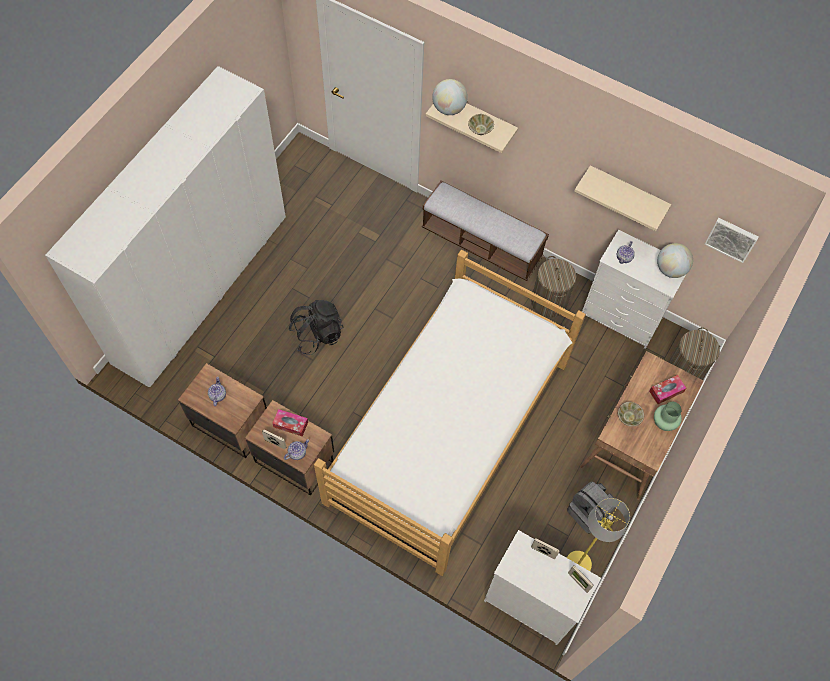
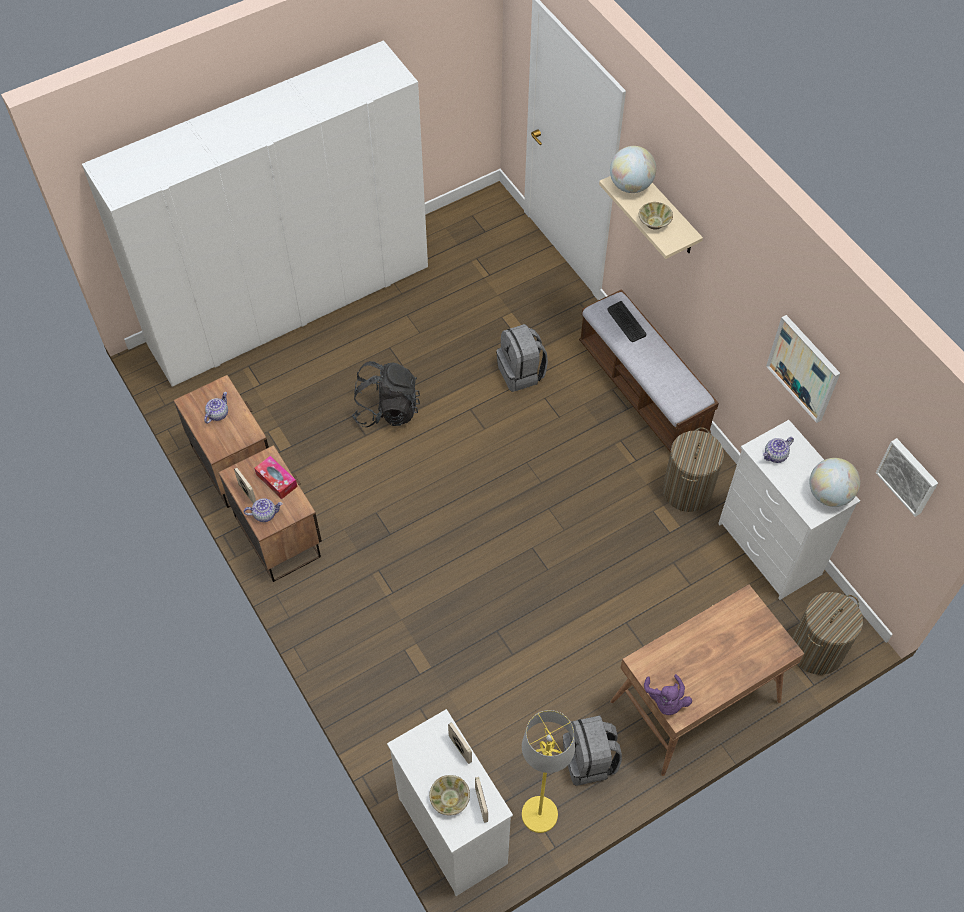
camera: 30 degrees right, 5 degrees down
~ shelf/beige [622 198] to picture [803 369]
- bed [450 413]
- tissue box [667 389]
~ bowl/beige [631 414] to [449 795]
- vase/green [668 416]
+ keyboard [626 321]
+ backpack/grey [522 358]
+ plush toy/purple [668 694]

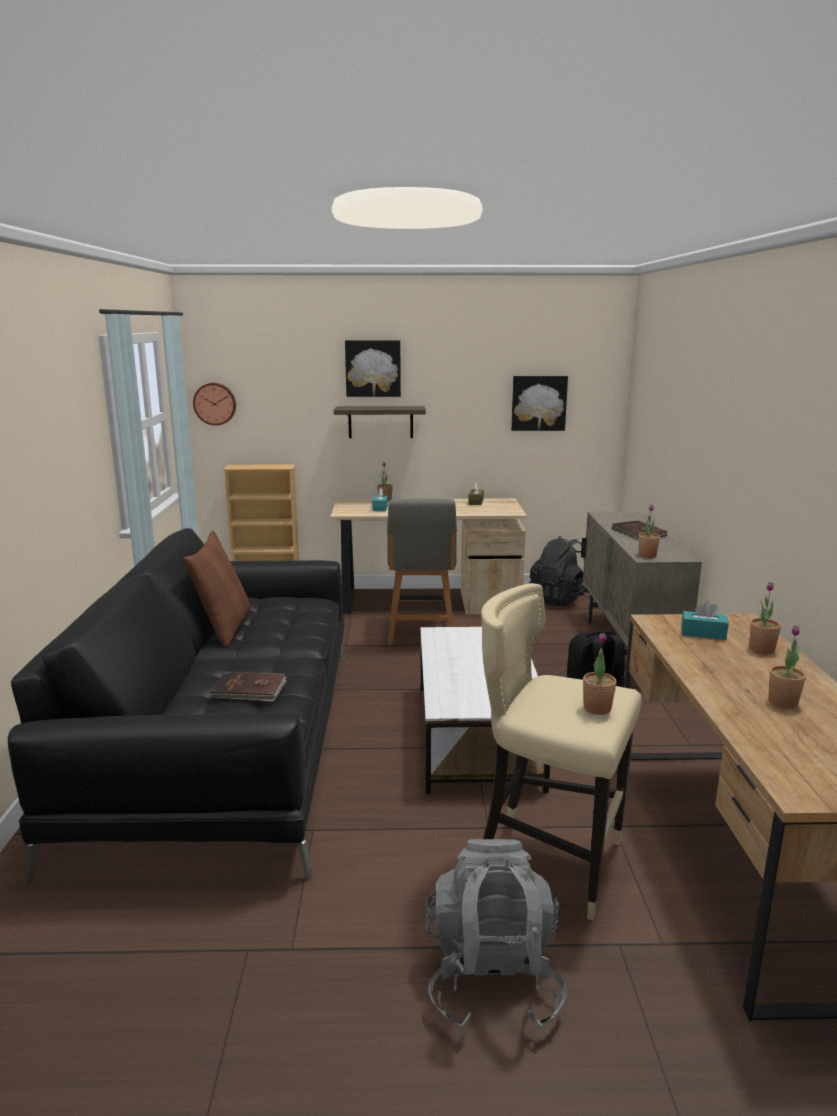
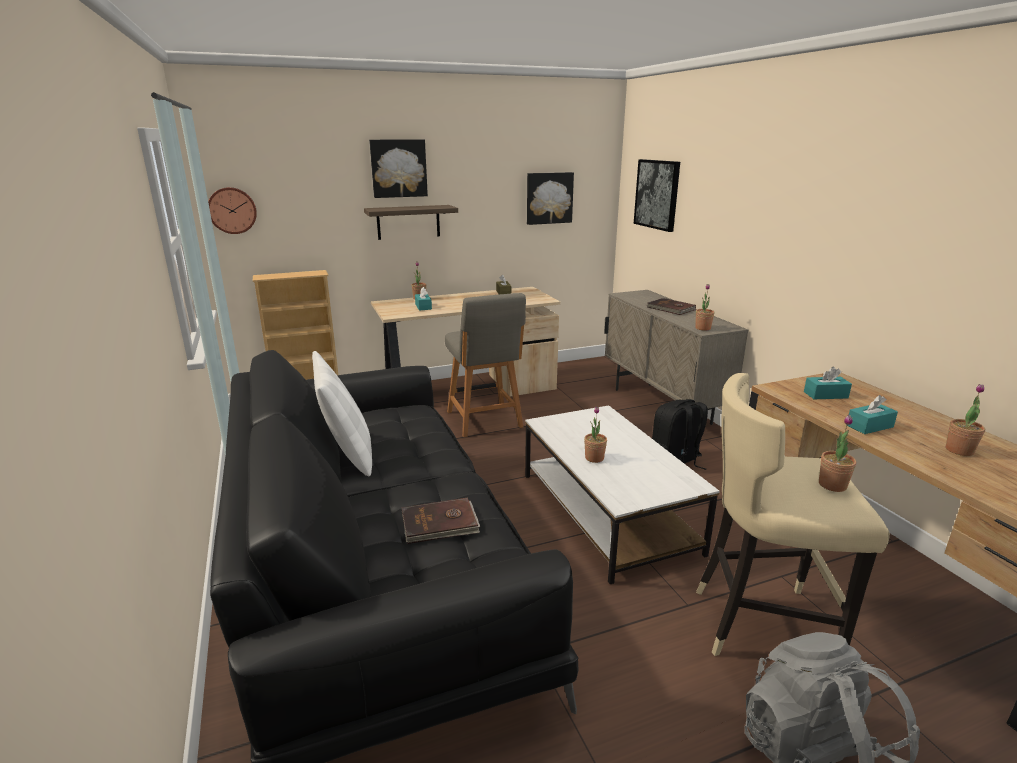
camera: 20 degrees left, 5 degrees up
~ pillow/brown [217 589] to pillow/white [342 413]
- backpack/black [559 571]
~ potted plant [765 618] to [595 435]
+ picture [657 195]
+ tissue box/turquoise [872 414]

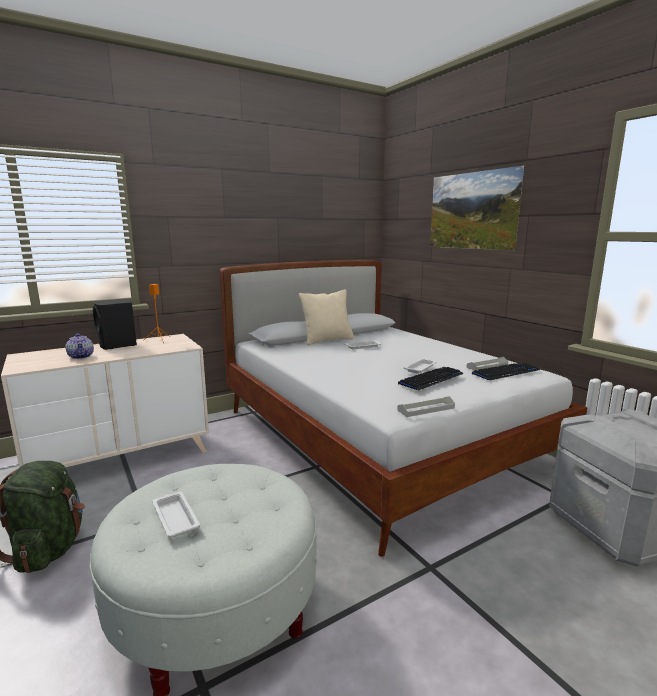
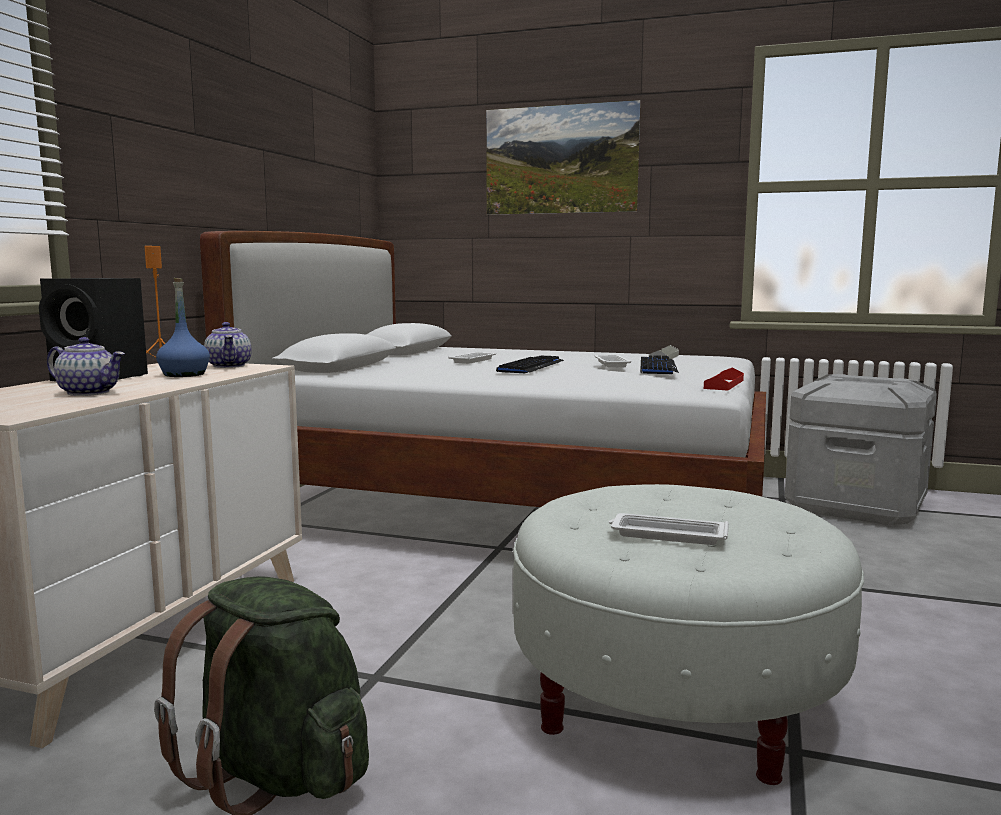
camera: 40 degrees left, 5 degrees down
- pillow/beige [326 317]
~ keyboard [506 371] to [530 364]
~ tray/grey [426 406] to tray/red [724 379]
+ bottle/blue [183 327]
+ teapot [228 345]

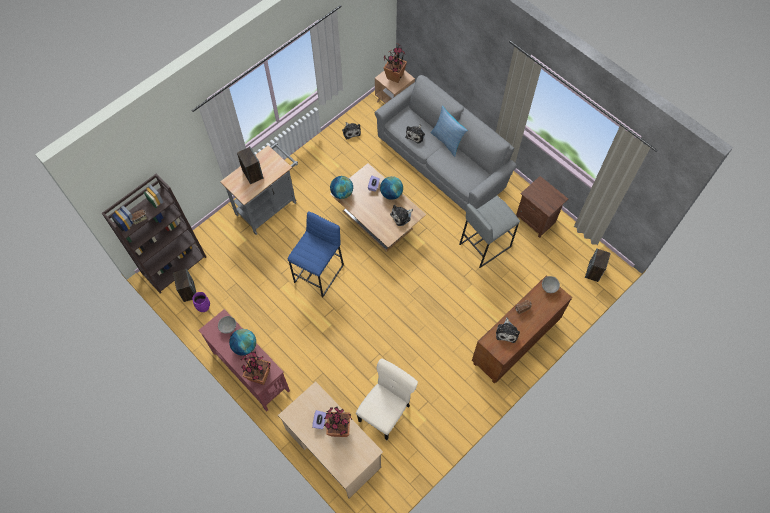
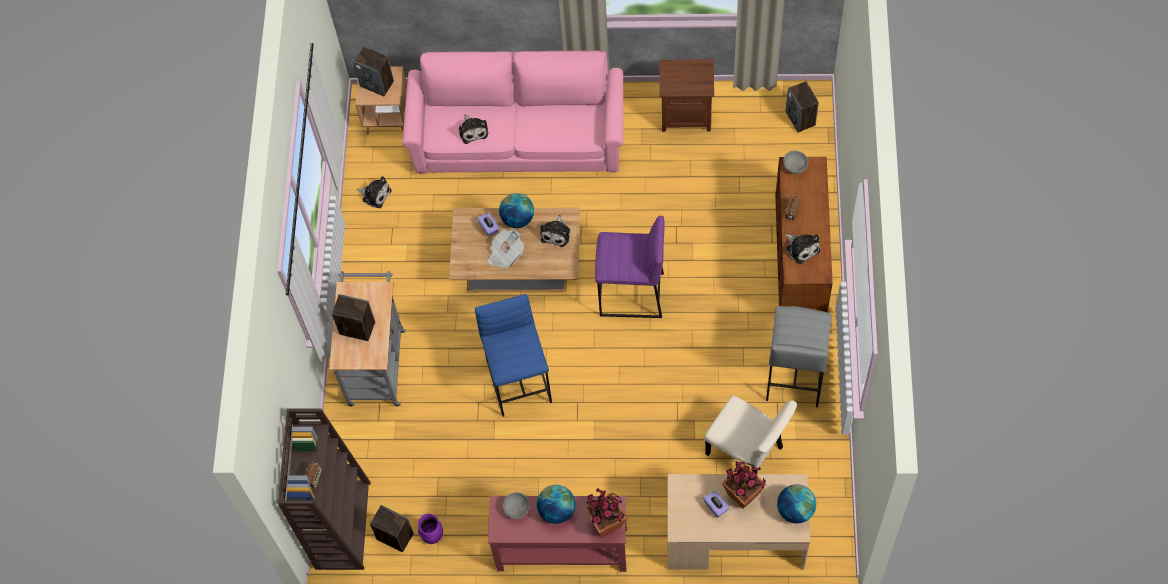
camera: 40 degrees left, 0 degrees up
~ potted plant [395 63] to speaker [373 71]
~ sofa/grey [446 143] to sofa/pink [512 112]
- pillow [449 131]
~ globe [341 187] to [796 504]
~ stool/grey [489 232] to [799 356]
~ chair/beige [387 399] = [750 435] 135 degrees clockwise
+ stool/purple [630 267]
+ newspaper [506 250]

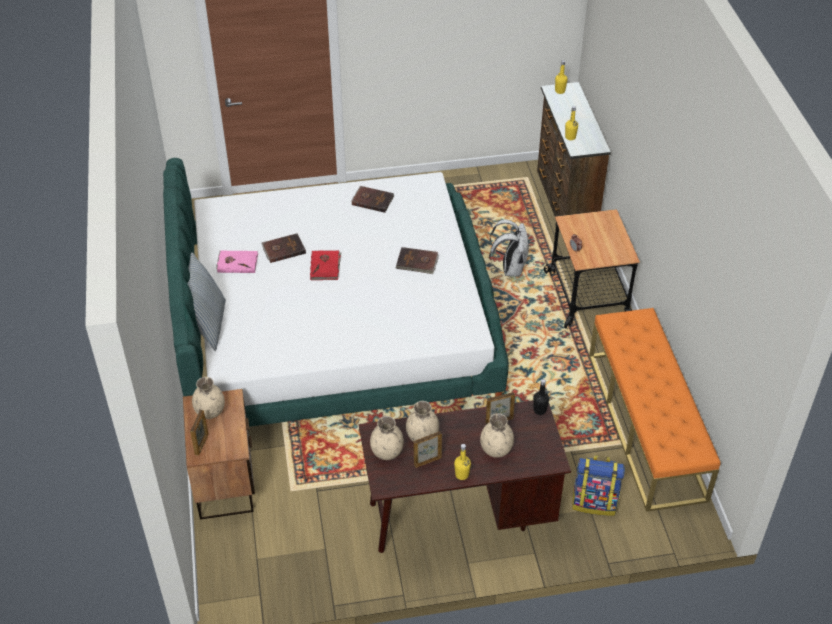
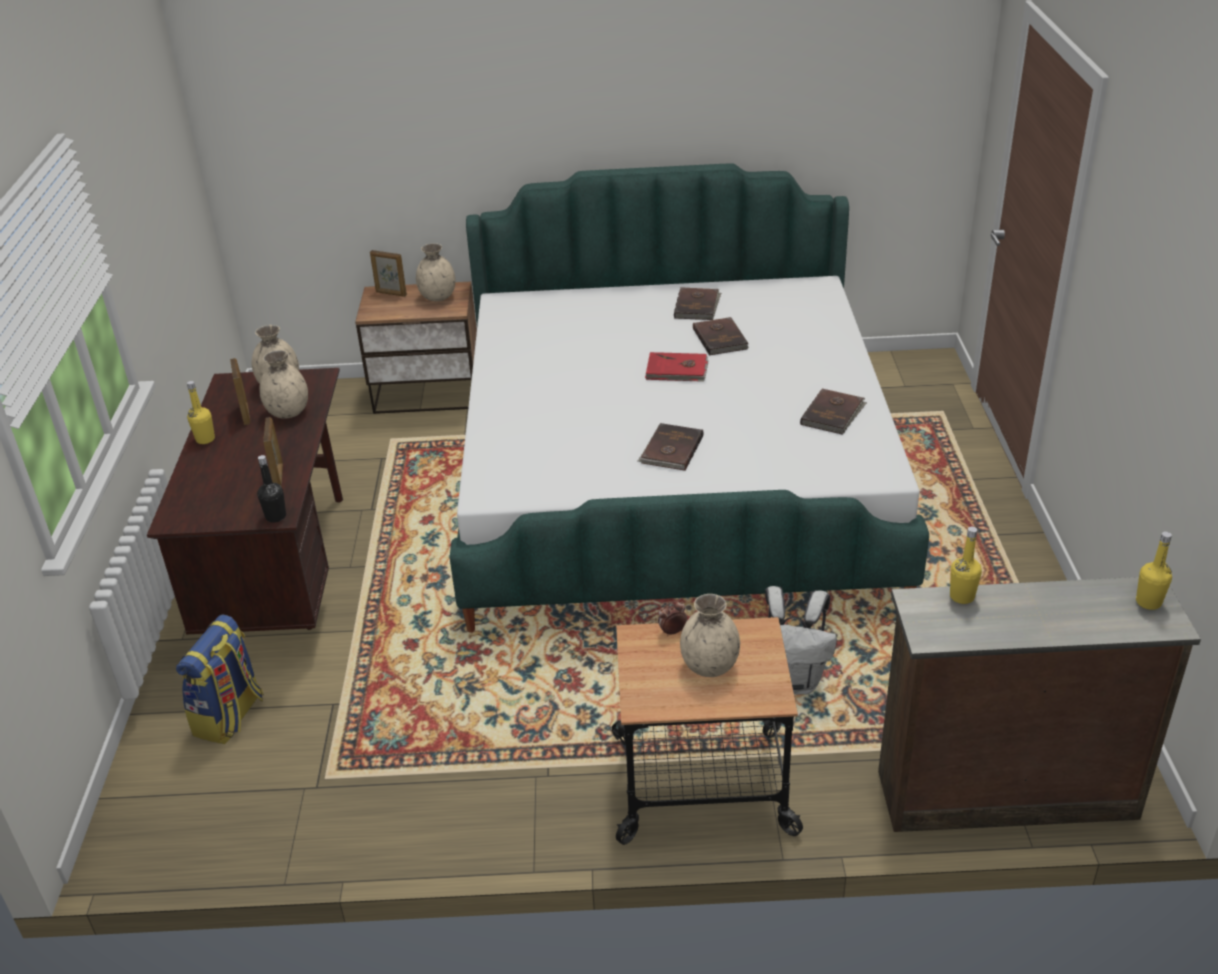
camera: 100 degrees right, 10 degrees down
~ book/pink [237 261] to book/brown [697 303]
- pillow [206 301]
- bench/orange [655 410]
~ vase/beige [497 436] to [710 635]

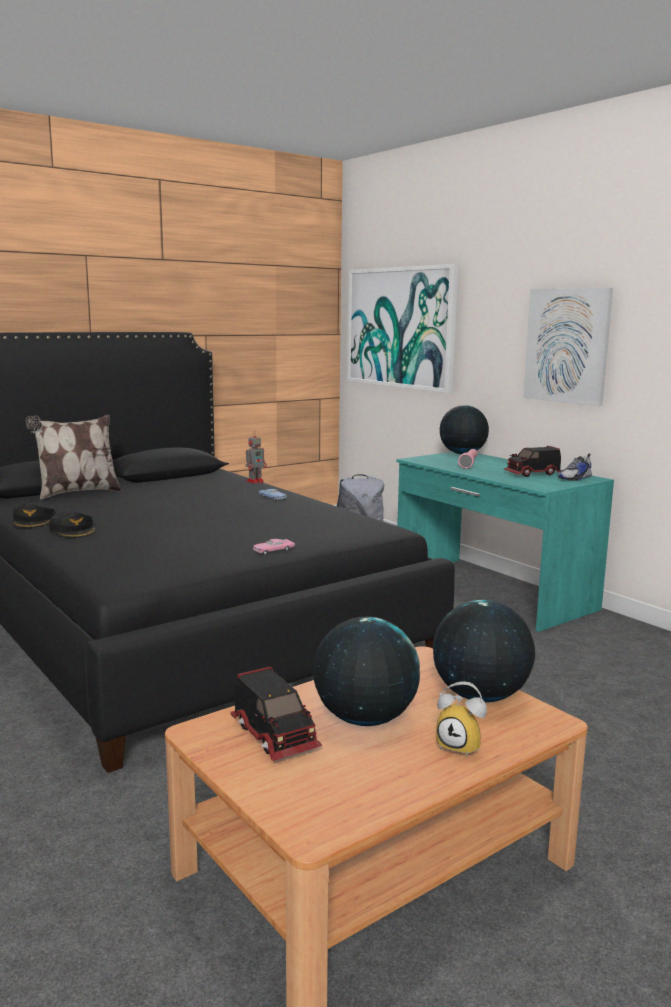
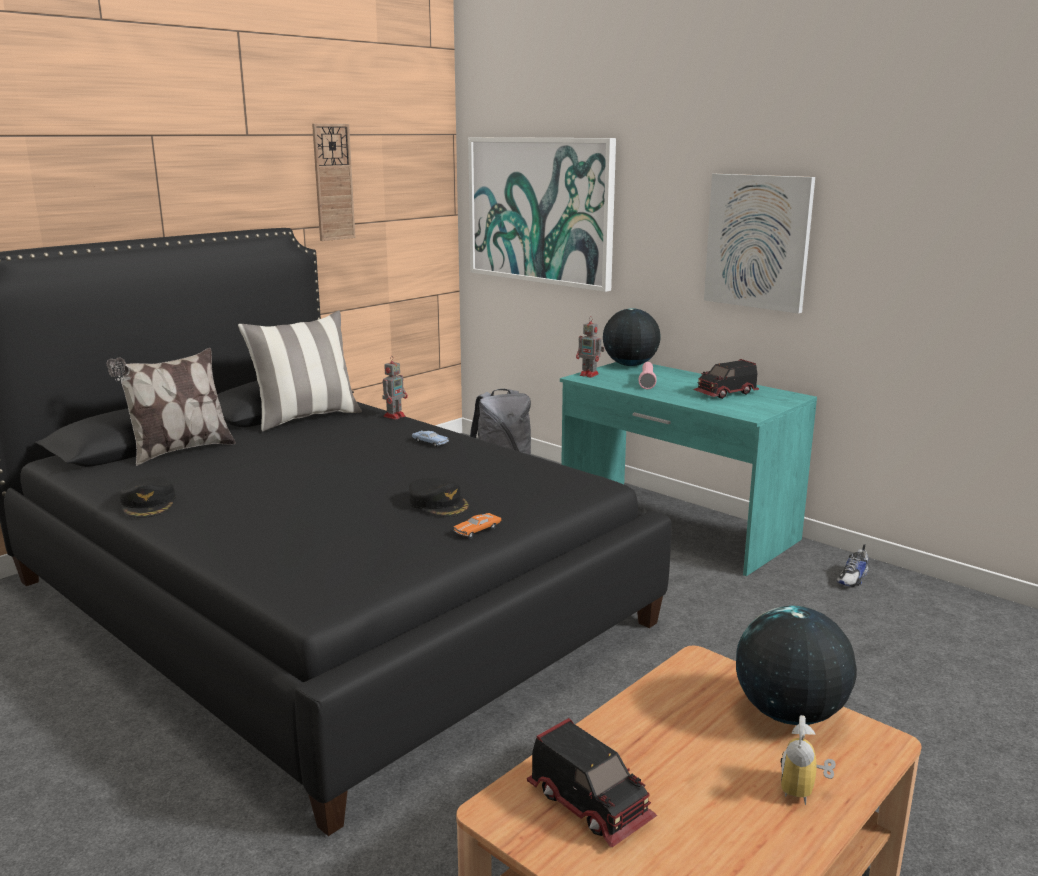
camera: 10 degrees left, 5 degrees up
~ shoe [575 467] to [852 565]
~ cap/black [72 524] to [439 497]
~ toy car/pink [274 547] to toy car/orange [477 525]
- globe [366 671]
~ alarm clock [461 720] = [808 760] 90 degrees clockwise
+ wall clock [333 182]
+ pillow [300 371]
+ toy robot [590 347]

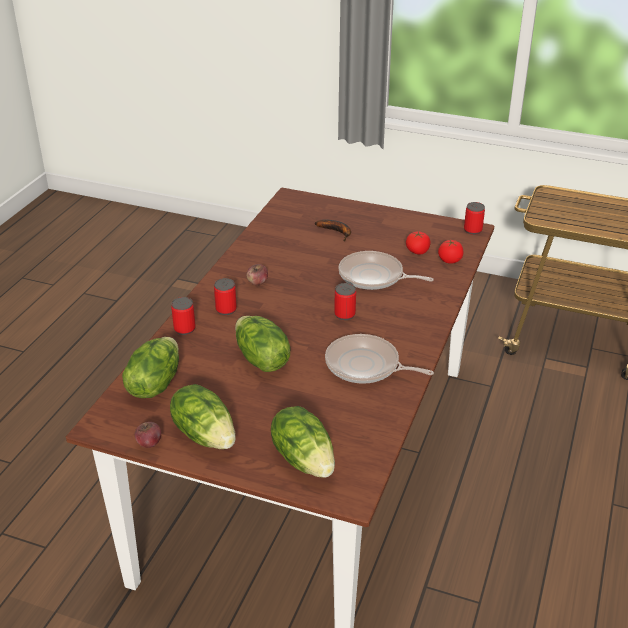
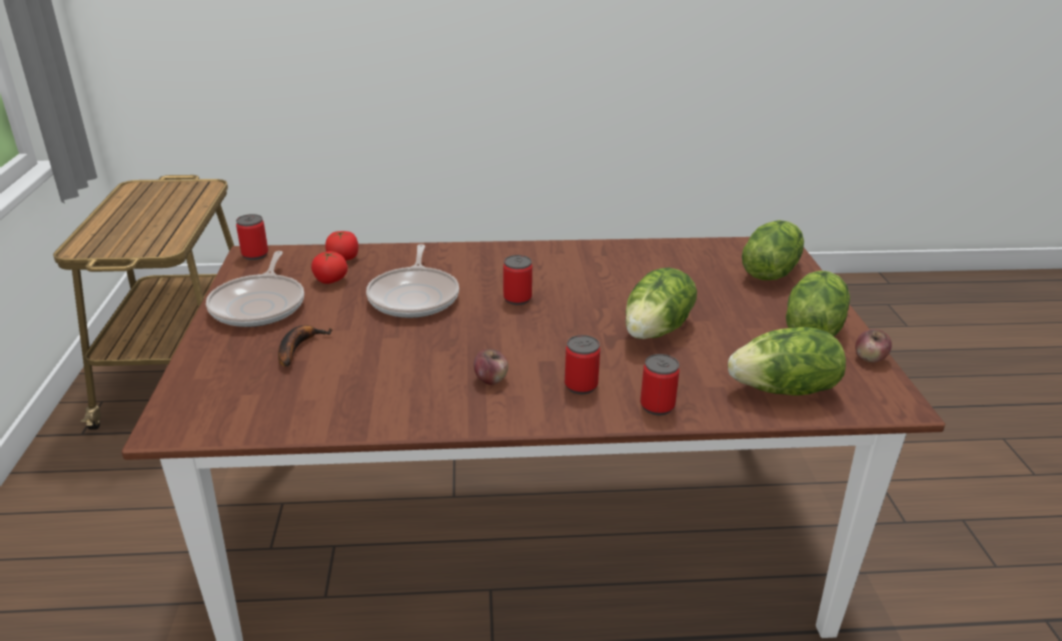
camera: 115 degrees left, 5 degrees down
~ frying pan [379 359] to [255 289]

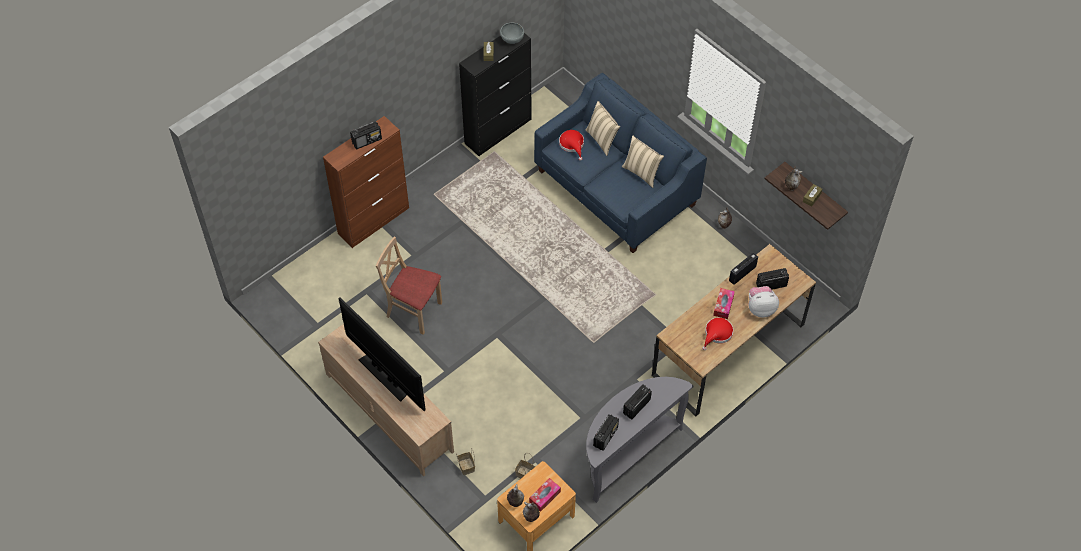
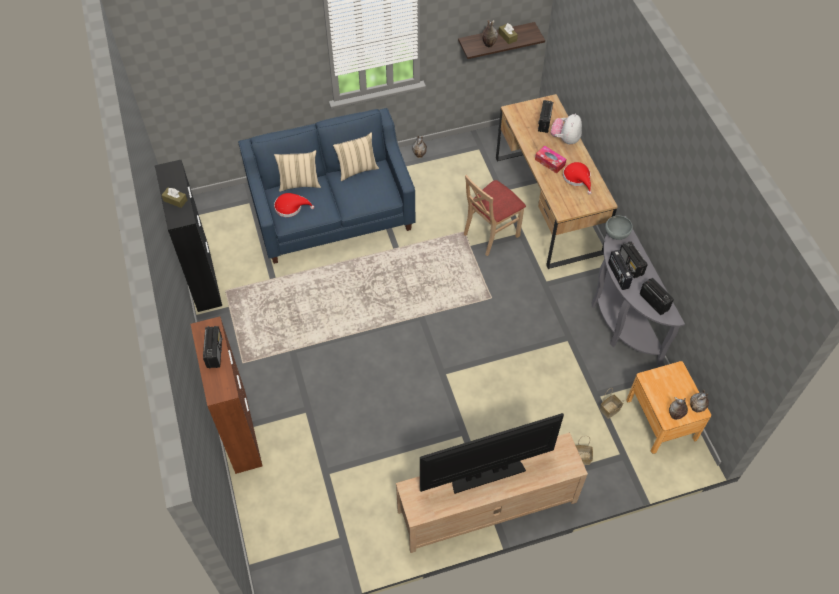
camera: 65 degrees left, 0 degrees up
~ bowl/grey [512 33] to [619 228]
~ chair/beige [409 286] to [495 215]
~ radio [743 269] to [620 270]
- tissue box [545 495]

